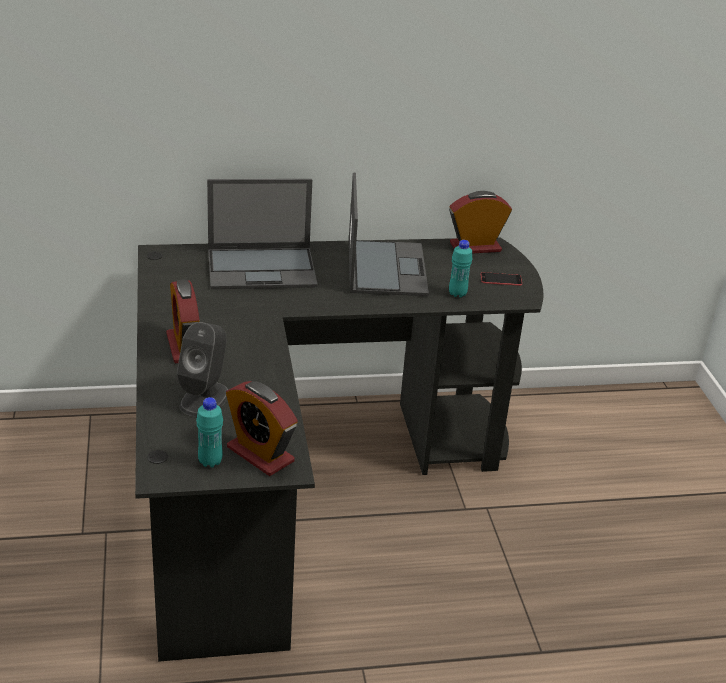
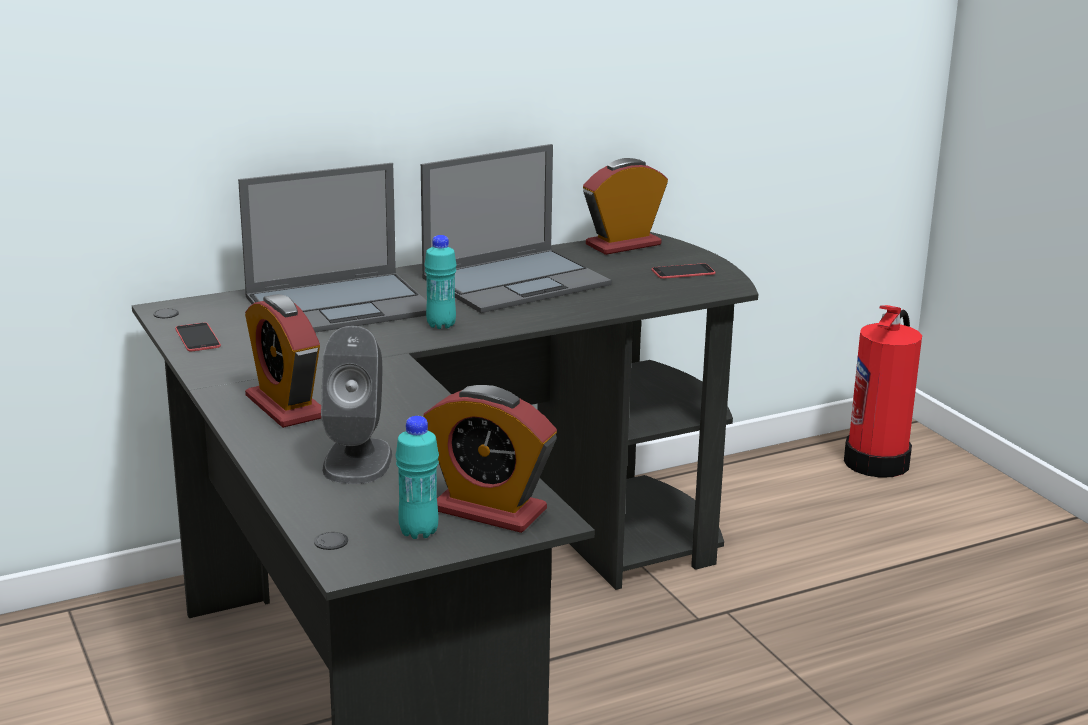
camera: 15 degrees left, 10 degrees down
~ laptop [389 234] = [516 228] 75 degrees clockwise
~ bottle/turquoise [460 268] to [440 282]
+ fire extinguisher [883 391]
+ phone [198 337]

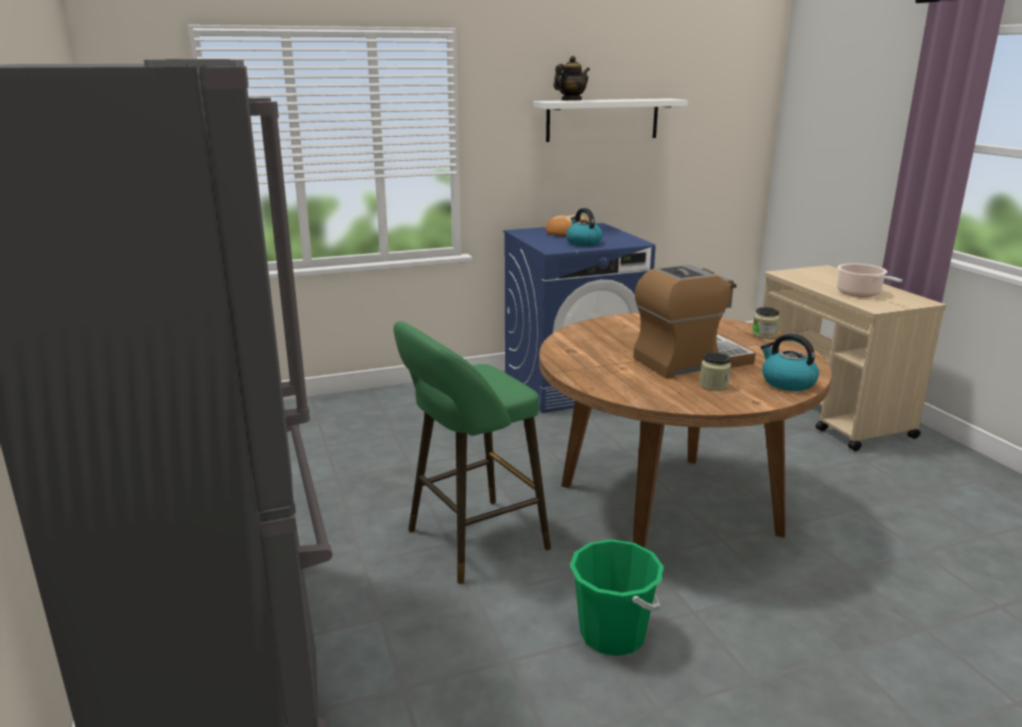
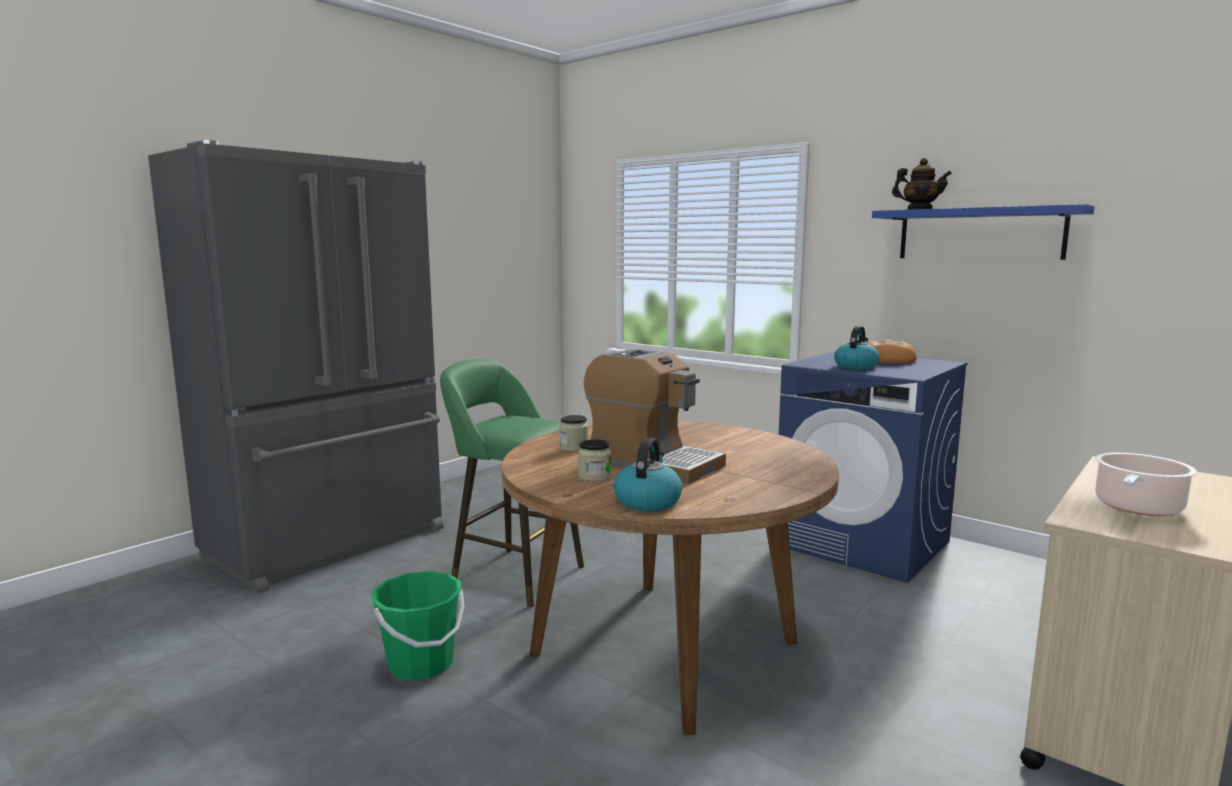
camera: 60 degrees right, 10 degrees down
~ shelf/white [610 120] to shelf/blue [983 232]
~ jar [766 323] to [573 433]

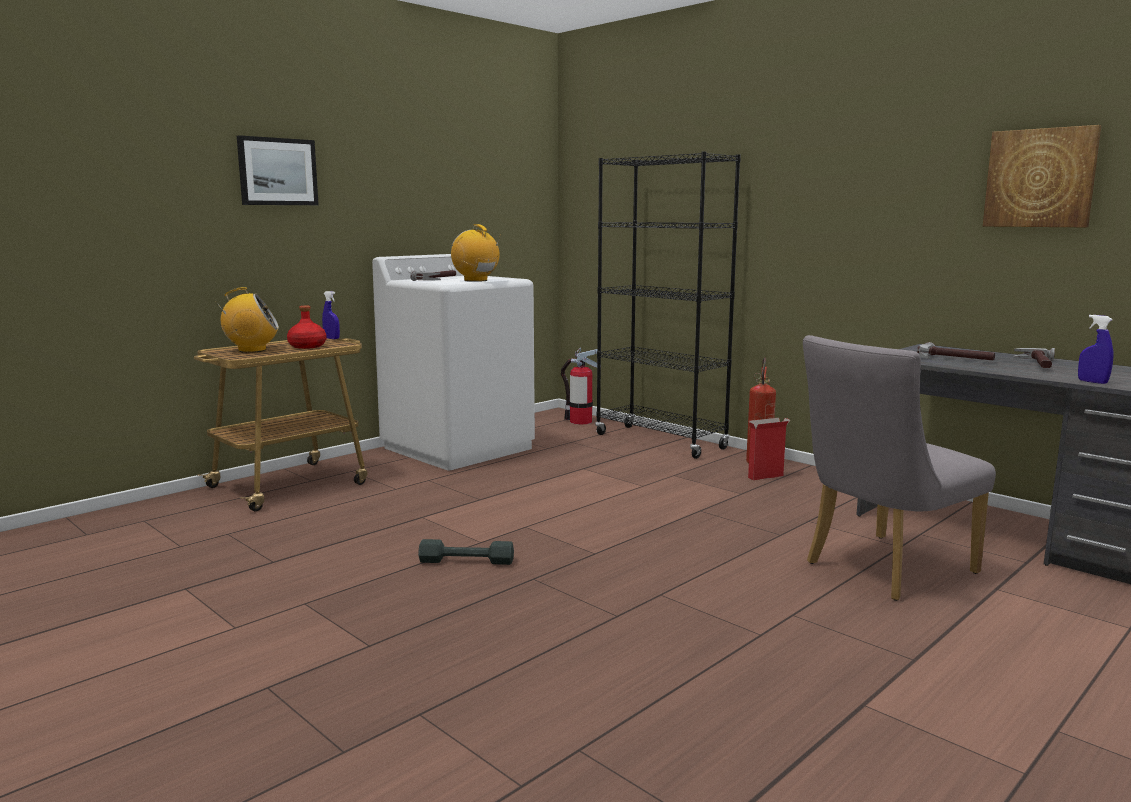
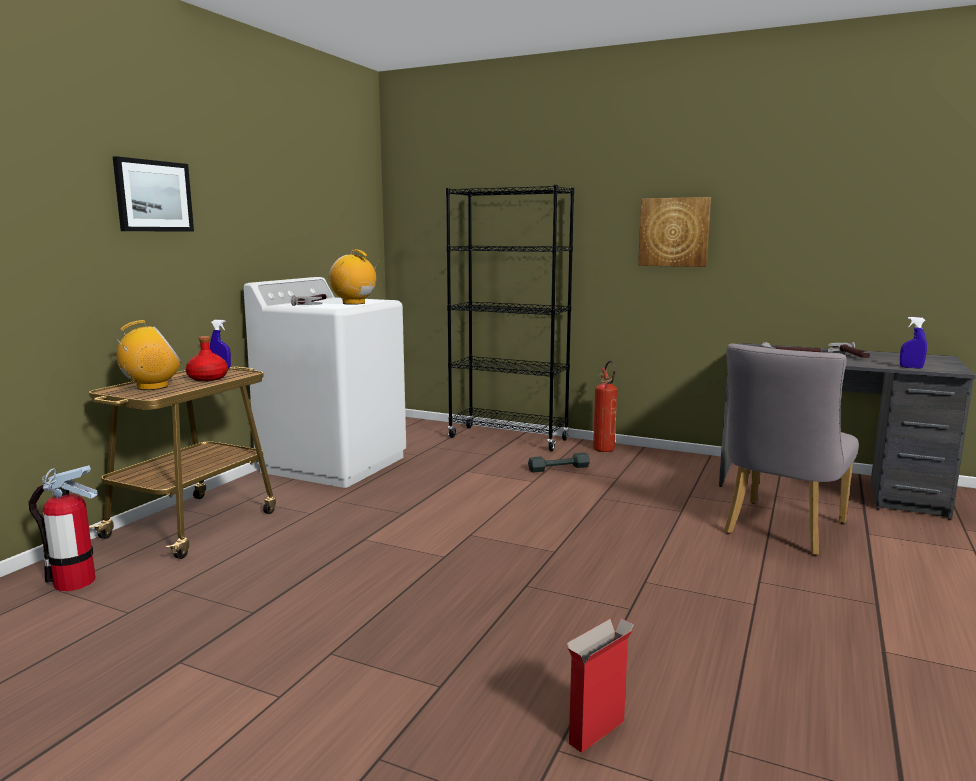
camera: 20 degrees left, 0 degrees up
~ picture [1042 176] to [674 232]
~ fire extinguisher [579 386] to [63 528]
~ cardboard box [769 449] to [600 685]
~ dumbbell/grey [466 552] to [559 462]

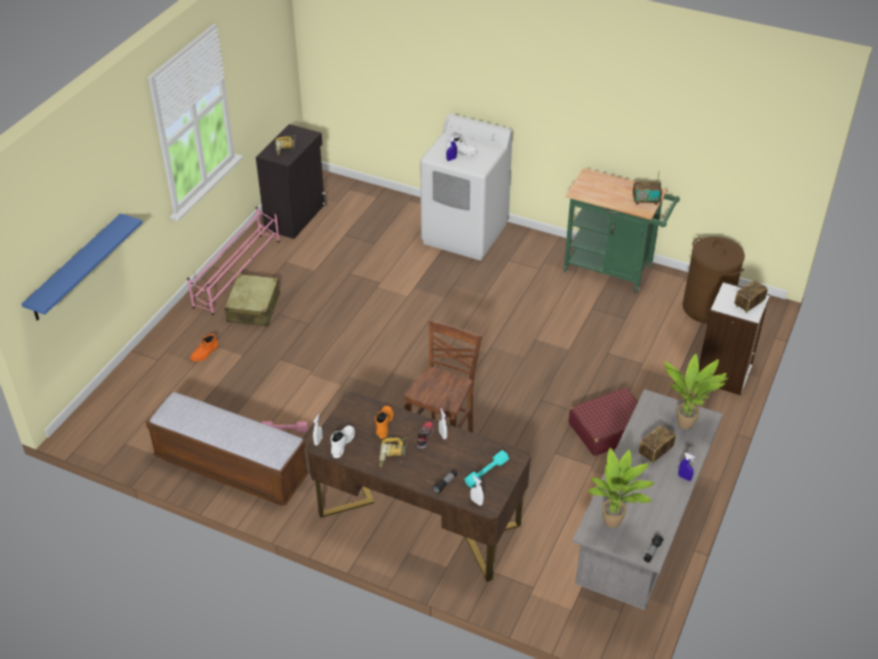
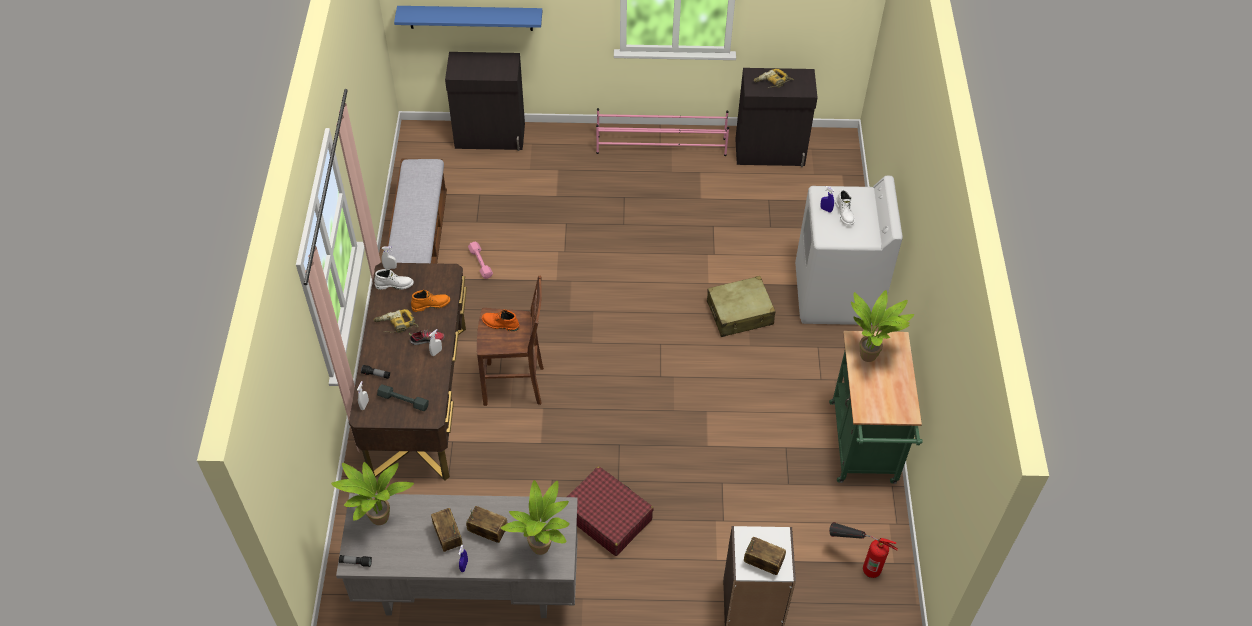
camera: 65 degrees right, 10 degrees up
~ radio [647 188] to [447 530]
~ laundry basket/brown [713 280] to fire extinguisher [863 550]
~ suitcase/beige [252 300] to [741 306]
~ boot/orange [204 348] to [501 320]
~ dumbbell/turquoise [486 469] to dumbbell/grey [403 397]
+ cabinet/black [485 101]
+ potted plant [882 326]

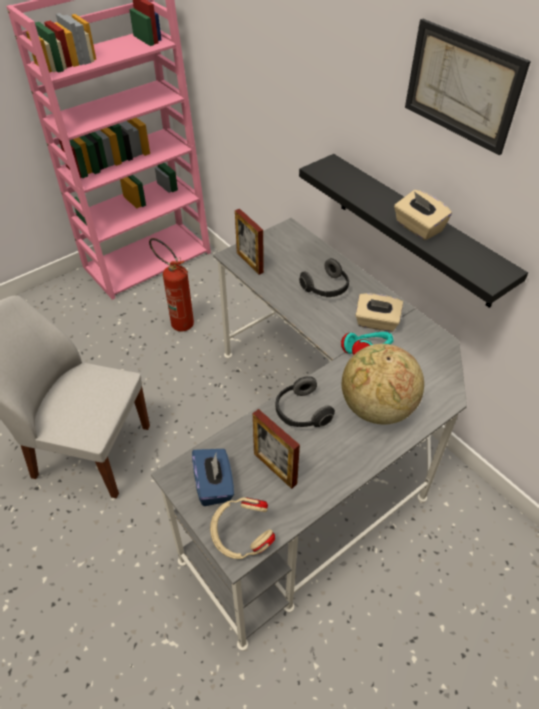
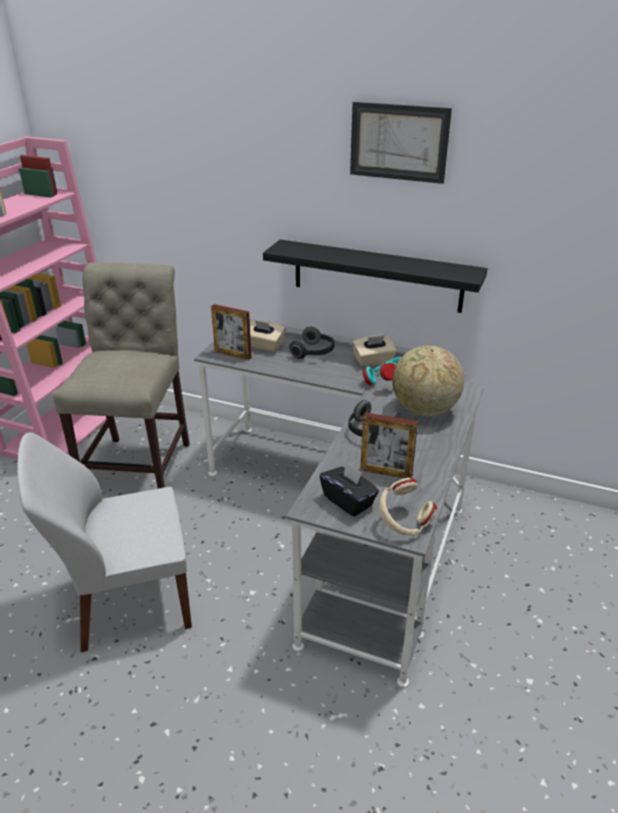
camera: 30 degrees left, 15 degrees down
~ tissue box/beige [423 215] to [268 336]
~ fire extinguisher [171 285] to chair/beige [121 375]
~ tissue box/blue [213 477] to tissue box/black [349 489]

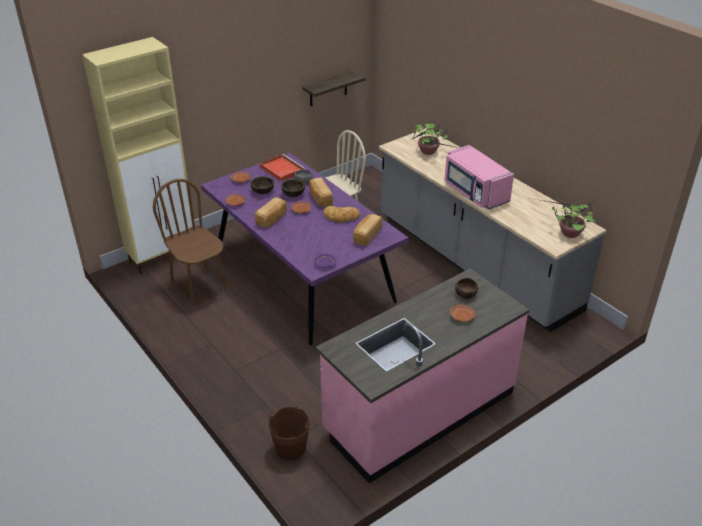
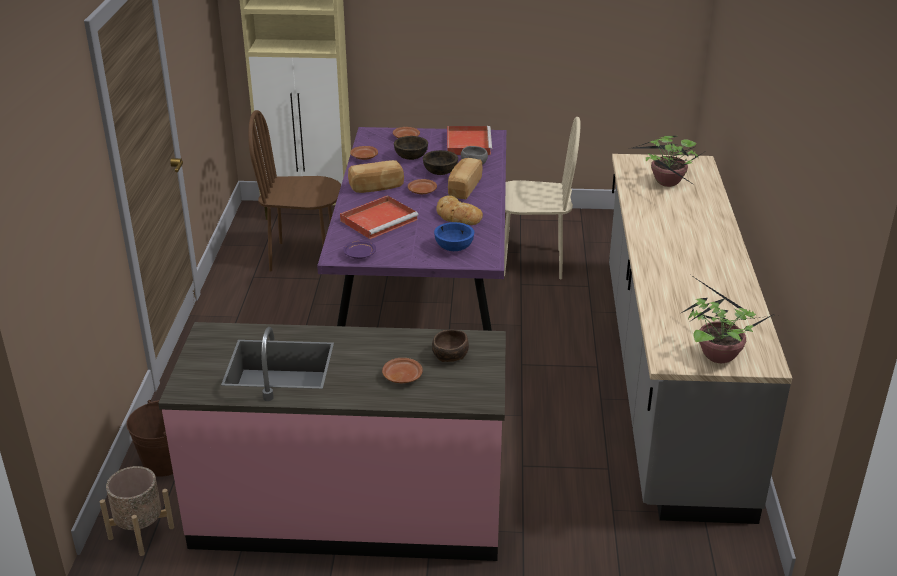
camera: 40 degrees right, 5 degrees down
- shelf [334 88]
- microwave/pink [479 177]
~ chair/brown [190 242] = [294 191] 90 degrees counterclockwise
~ bread [368 230] to bowl/blue [454 236]
+ tray/red [379 217]
+ planter/beige [137 511]

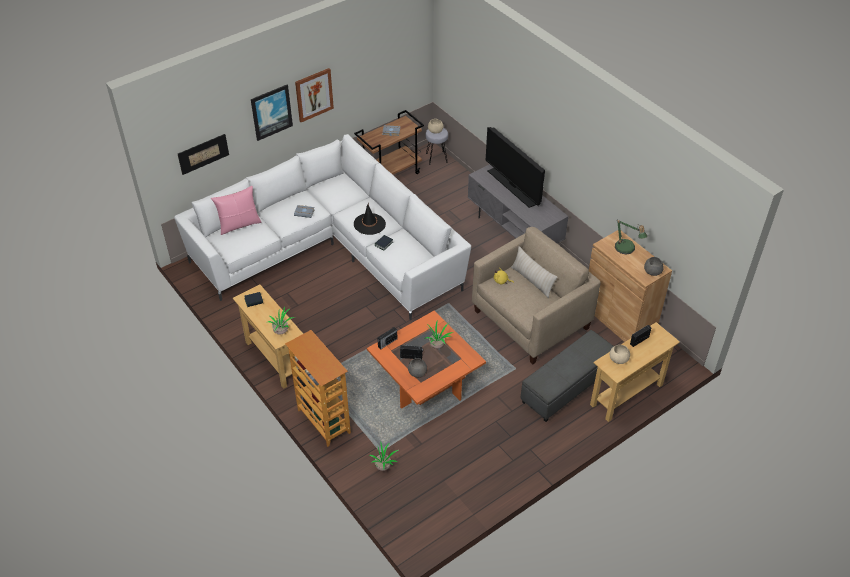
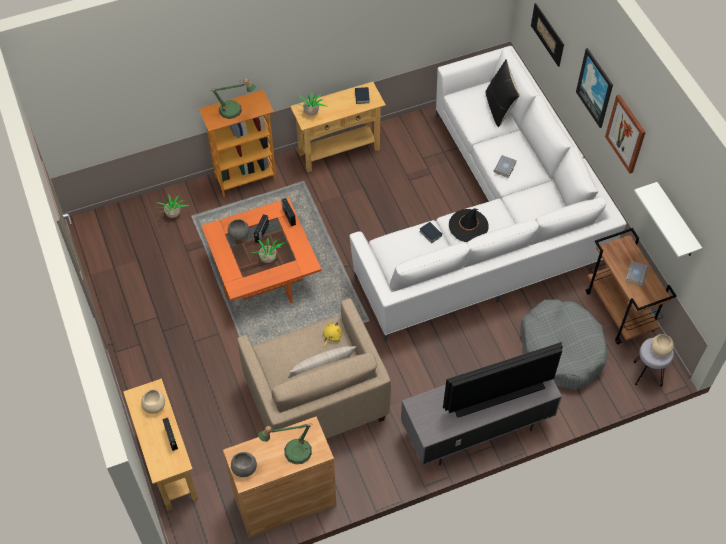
camera: 105 degrees right, 10 degrees up
~ pillow/pink [236 210] to pillow/black [503 93]
- ottoman/grey [567 376]
+ table lamp [234 98]
+ shelf/white [668 220]
+ dog bed/grey [563 344]

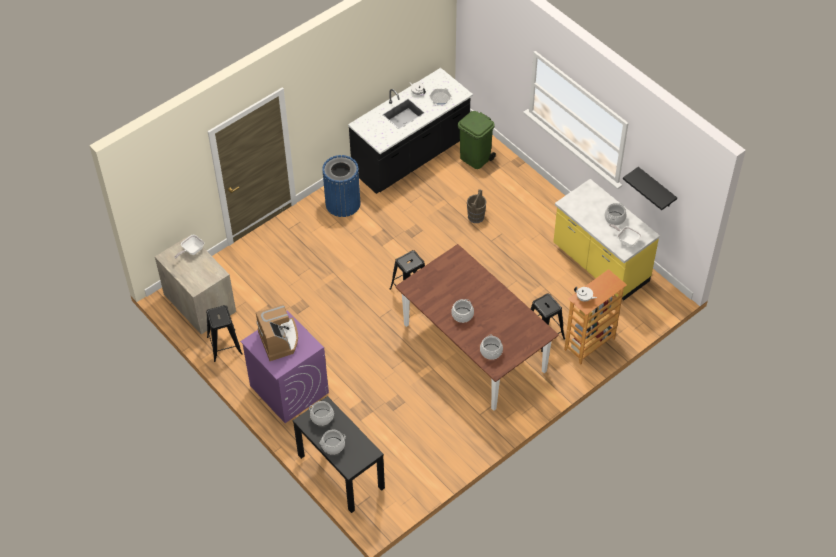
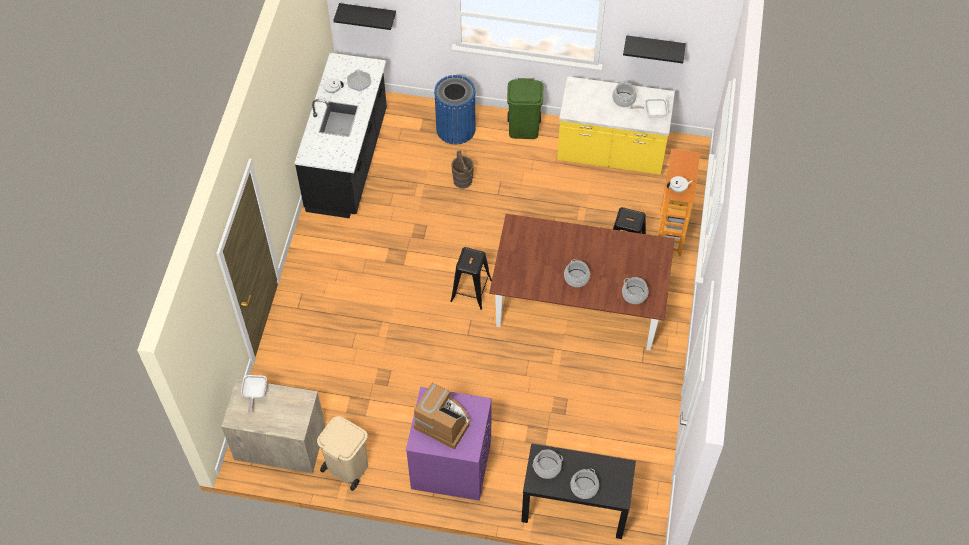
camera: 40 degrees left, 5 degrees up
~ trash can/green [477 140] to [525 108]
~ trash can/blue [341 186] to [455 110]
~ stool/black [224 333] to trash can/beige [342 453]
+ shelf/black [364 16]

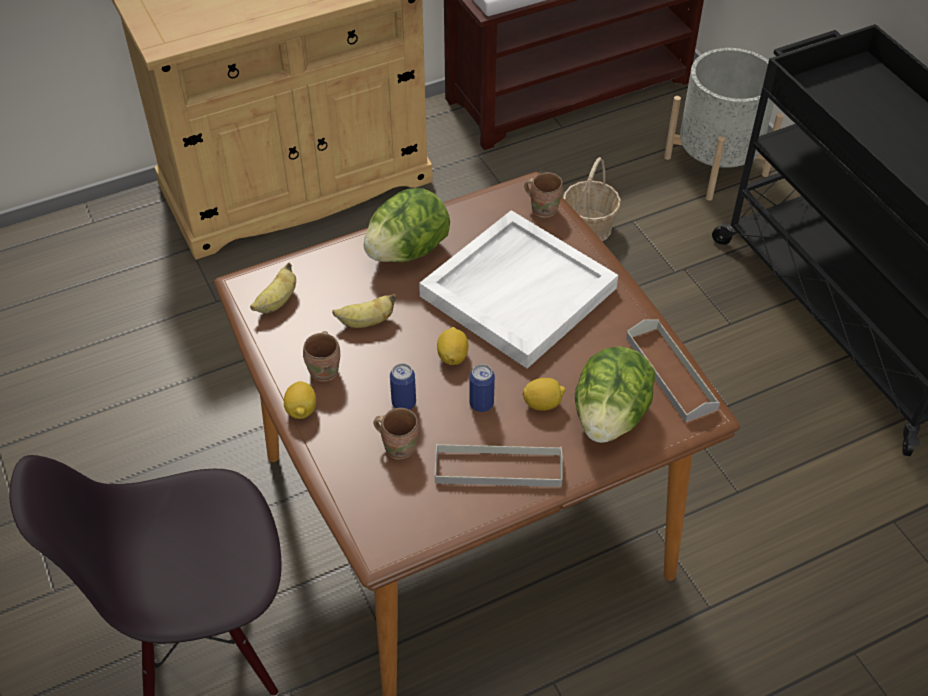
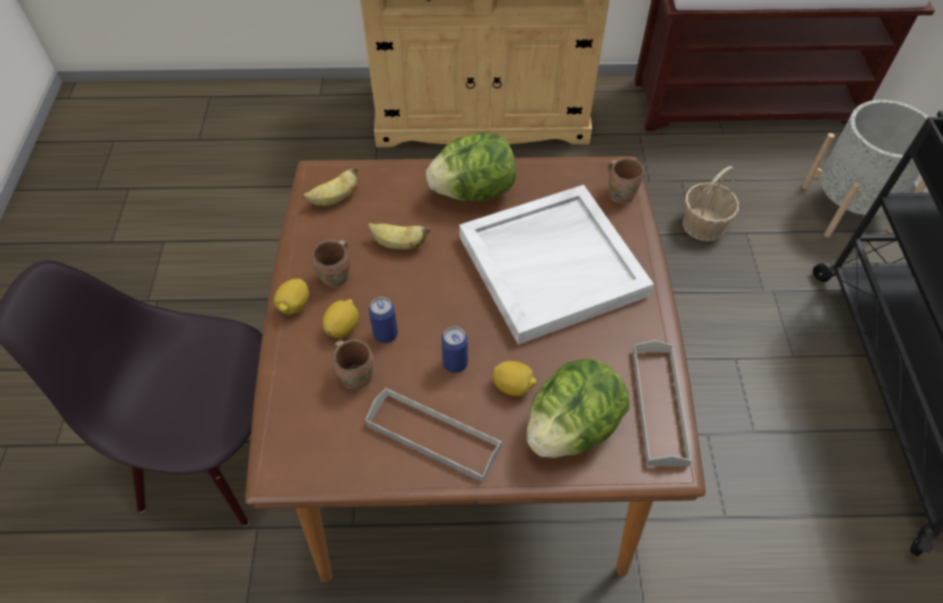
camera: 25 degrees right, 5 degrees up
~ lemon [453 346] to [341 318]

